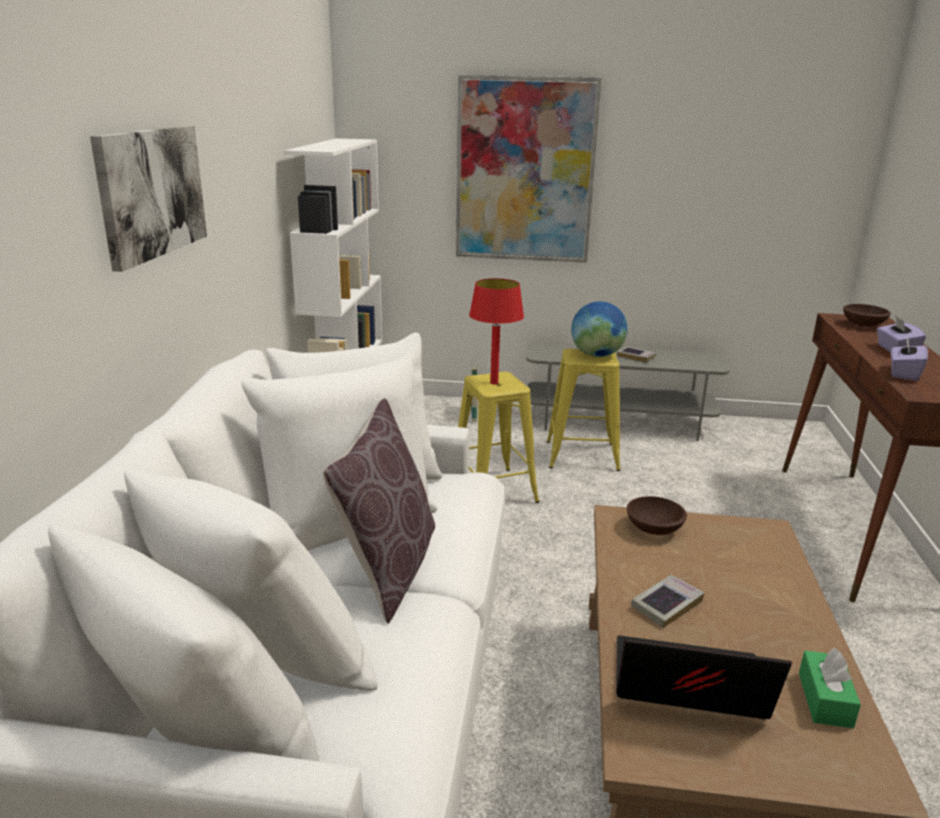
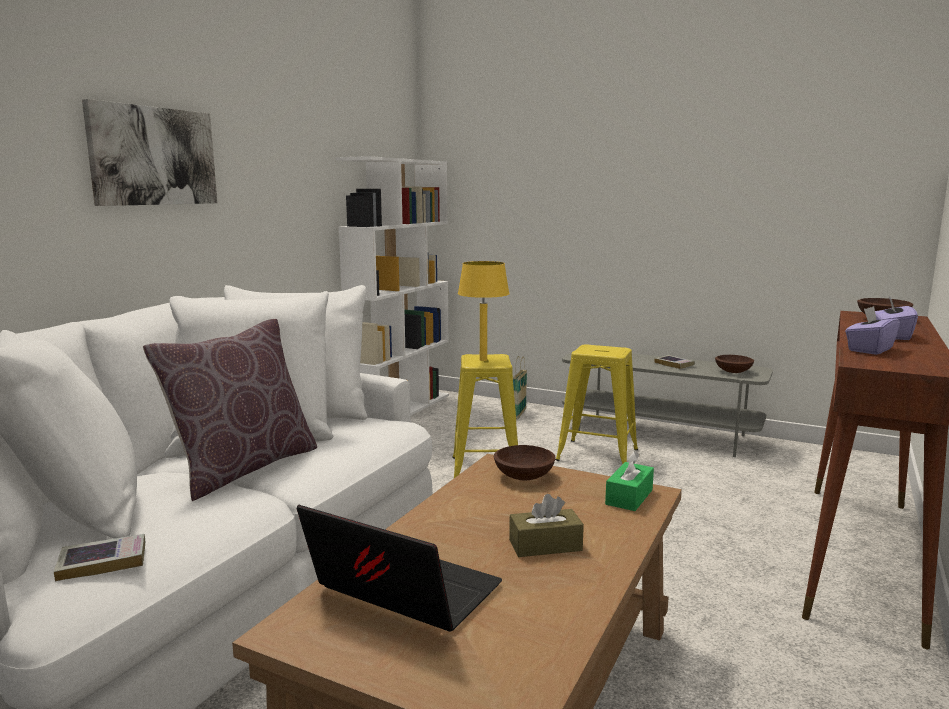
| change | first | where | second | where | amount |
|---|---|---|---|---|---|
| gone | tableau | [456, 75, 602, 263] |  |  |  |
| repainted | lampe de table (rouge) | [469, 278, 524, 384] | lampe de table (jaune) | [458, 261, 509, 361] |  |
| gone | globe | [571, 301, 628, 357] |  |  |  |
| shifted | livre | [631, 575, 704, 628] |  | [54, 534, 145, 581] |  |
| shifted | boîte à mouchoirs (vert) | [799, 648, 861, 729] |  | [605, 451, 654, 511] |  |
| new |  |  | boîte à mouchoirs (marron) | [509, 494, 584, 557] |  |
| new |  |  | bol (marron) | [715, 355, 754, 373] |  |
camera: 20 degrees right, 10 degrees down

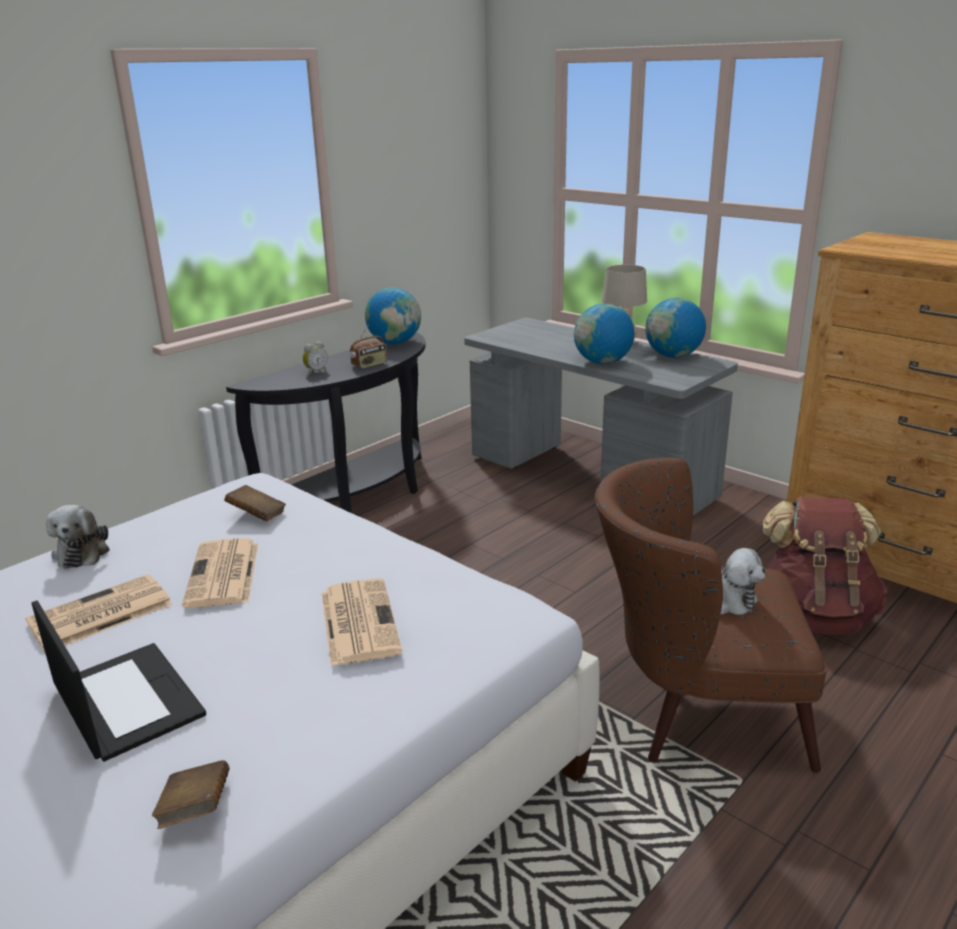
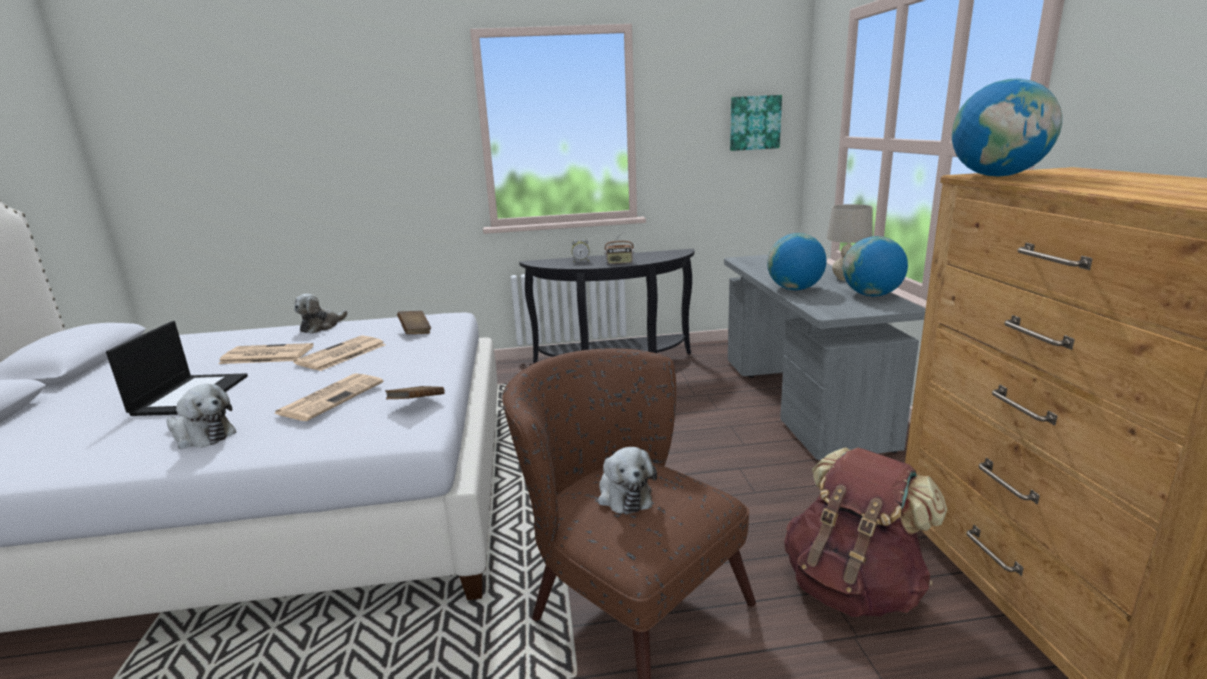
| change | first | where | second | where | amount |
|---|---|---|---|---|---|
| shifted | livre (marron) | [152, 760, 230, 829] |  | [385, 386, 445, 399] |  |
| shifted | globe | [365, 287, 421, 344] |  | [952, 78, 1062, 176] |  |
| new |  |  | peluche | [166, 384, 237, 449] |  |
| new |  |  | tableau | [730, 95, 782, 151] |  |
camera: 40 degrees right, 5 degrees down

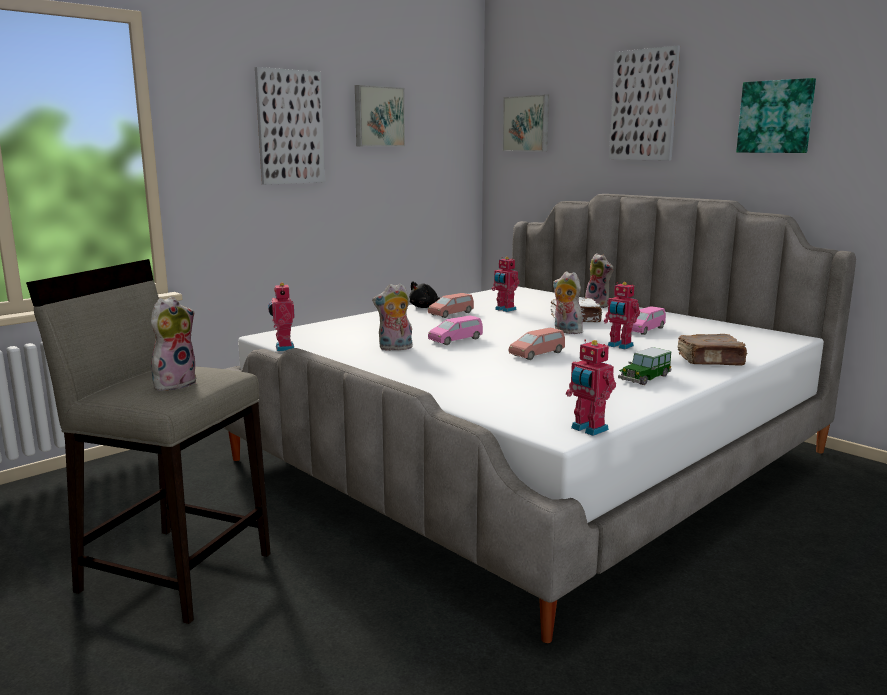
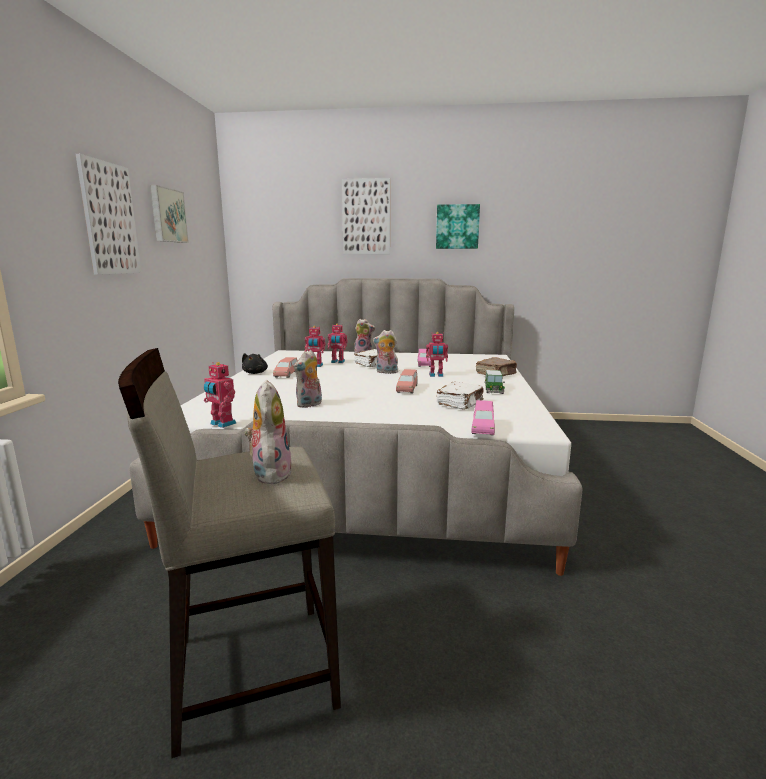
| change | first | where | second | where | amount |
|---|---|---|---|---|---|
| shifted | petite voiture (rose) | [428, 316, 483, 345] |  | [471, 400, 495, 436] |  |
| gone | tableau | [502, 95, 549, 152] |  |  |  |
| shifted | robot jouet | [566, 339, 616, 436] |  | [328, 323, 348, 363] |  |
| new |  |  | livre (blanc) | [436, 381, 483, 410] |  |
camera: 40 degrees left, 0 degrees up

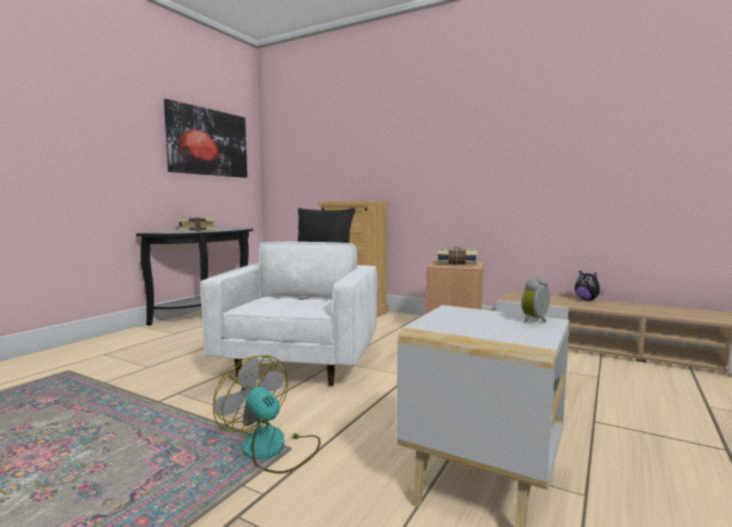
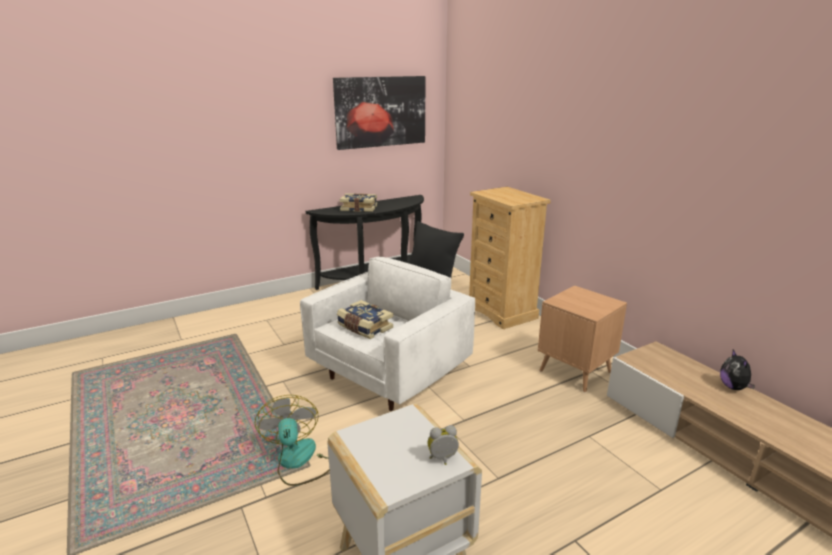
| change | first | where | second | where | amount |
|---|---|---|---|---|---|
| shifted | livre | [437, 247, 477, 265] |  | [337, 300, 393, 339] |  |
camera: 30 degrees right, 15 degrees up

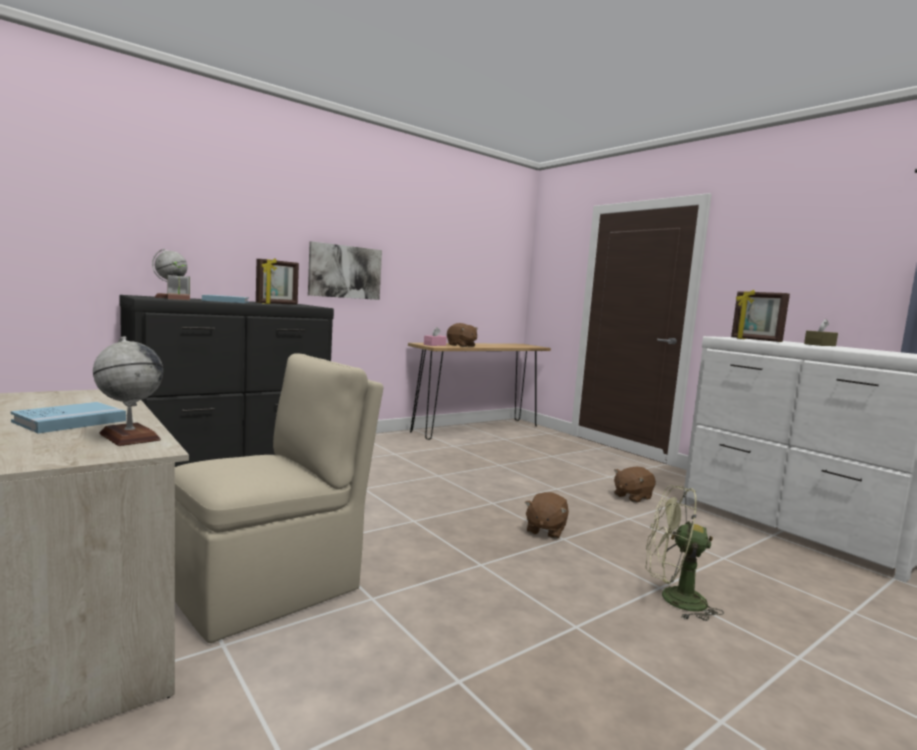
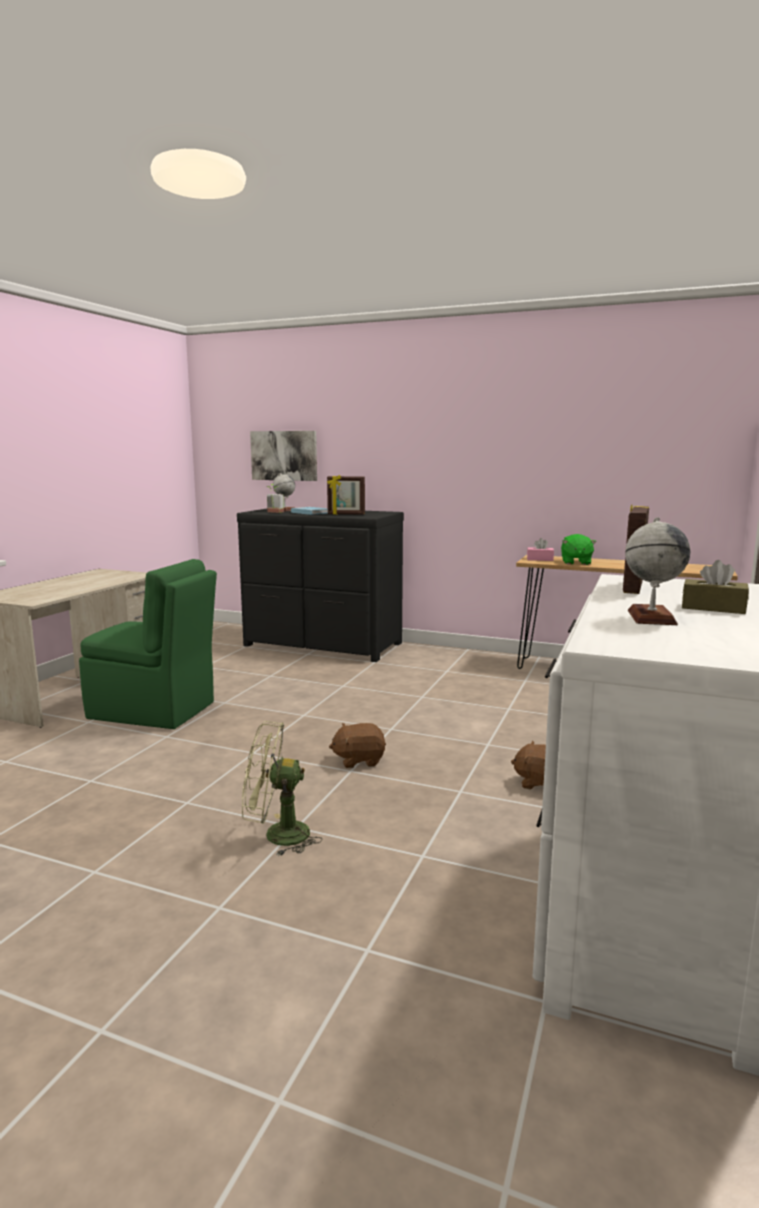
| change | first | where | second | where | amount |
|---|---|---|---|---|---|
| gone | livre (bleu) | [11, 402, 126, 434] |  |  |  |
| shifted | globe | [93, 336, 163, 446] |  | [625, 517, 690, 625] |  |
| repainted | chaise (beige) | [175, 353, 383, 643] | chaise (vert) | [79, 559, 217, 729] |  |
| shifted | tableau | [308, 241, 382, 300] |  | [250, 431, 317, 481] |  |
| repainted | peluche (marron) | [447, 323, 478, 347] | peluche (vert) | [561, 534, 596, 565] |  |
| rotated | ventilateur (vert) | [645, 485, 724, 621] |  | [242, 721, 322, 856] | 75 degrees counterclockwise |
camera: 60 degrees right, 5 degrees up

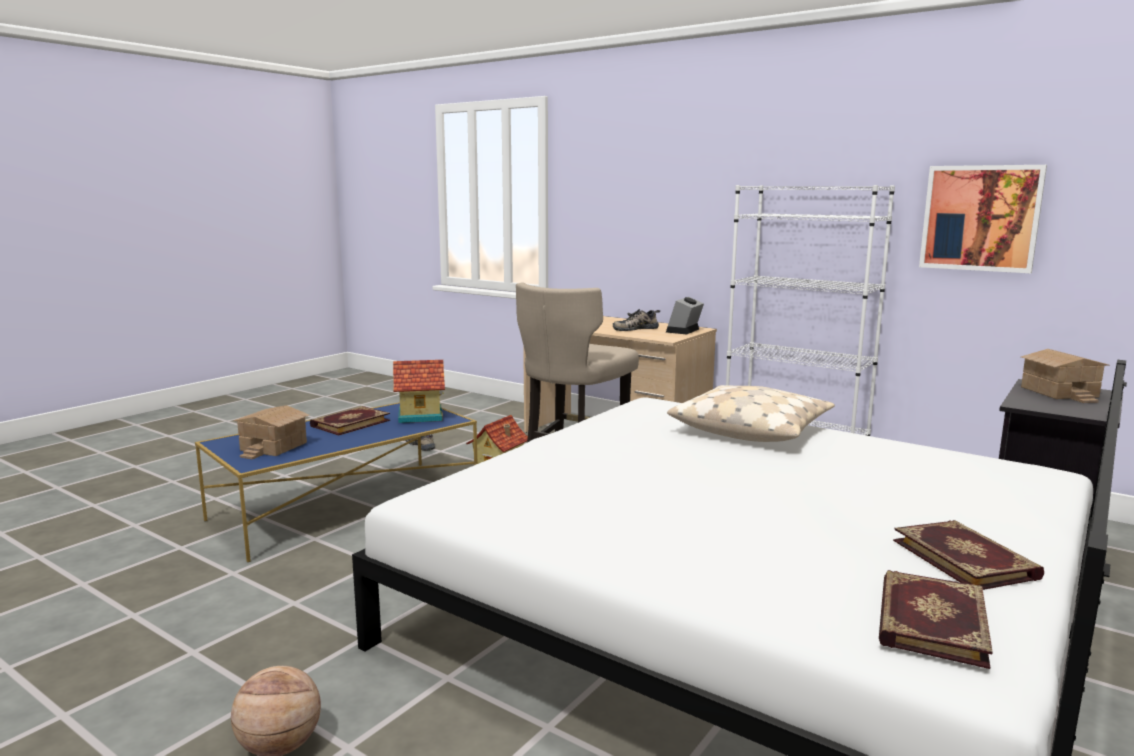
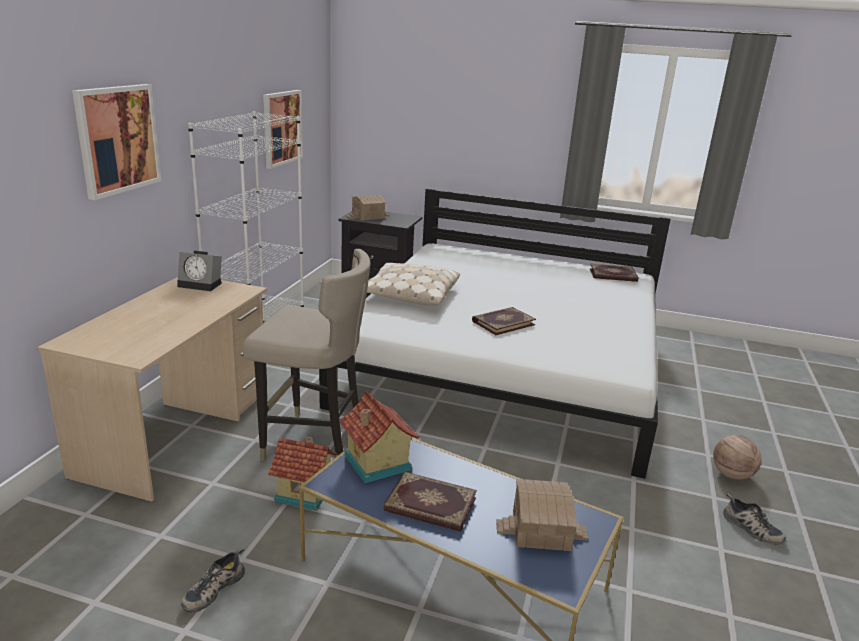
| change | first | where | second | where | amount |
|---|---|---|---|---|---|
| shifted | chaussure | [613, 309, 660, 331] |  | [723, 494, 786, 545] |  |
| shifted | livre | [893, 520, 1044, 590] |  | [472, 307, 536, 335] |  |
| new |  |  | tableau | [72, 84, 161, 200] |  |
camera: 110 degrees left, 10 degrees up

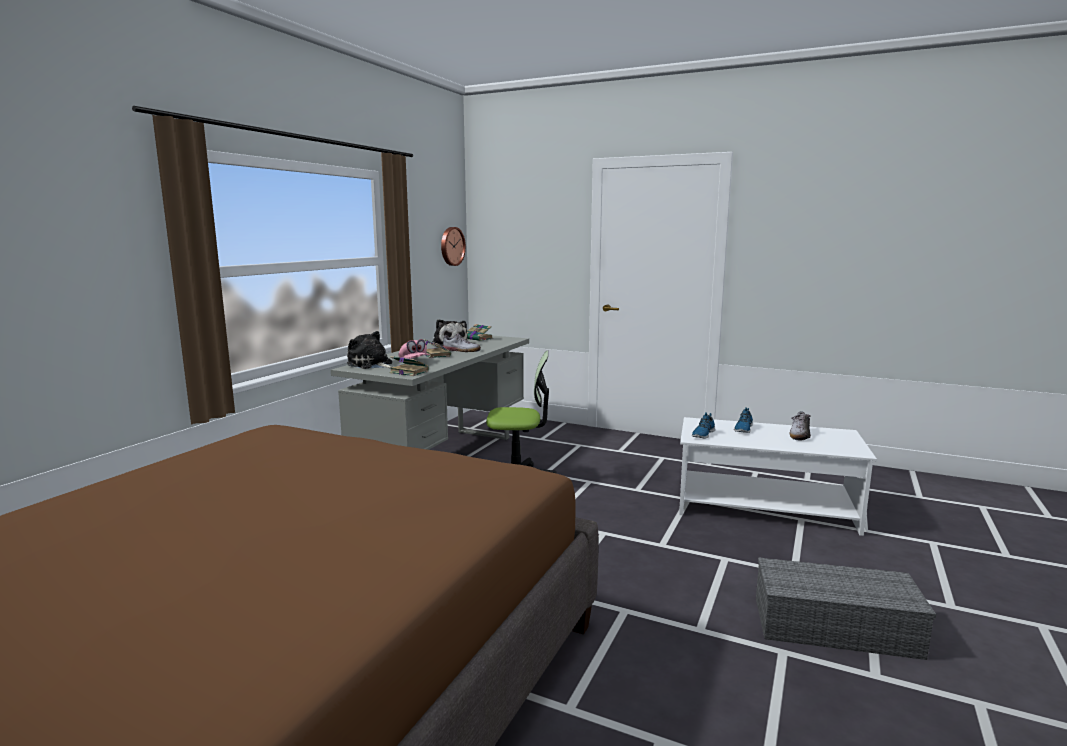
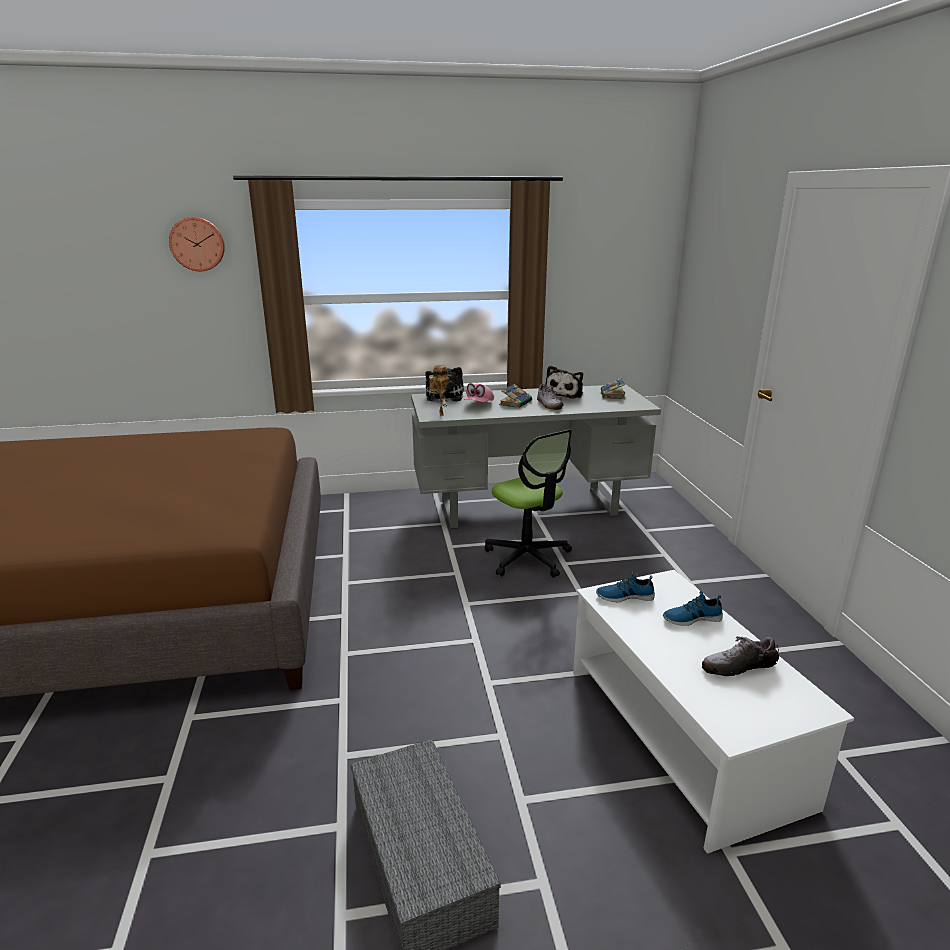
| change | first | where | second | where | amount |
|---|---|---|---|---|---|
| swapped | livre | [390, 356, 429, 376] | robot jouet | [429, 365, 450, 416] |  |
| shifted | horloge murale | [441, 227, 466, 266] |  | [169, 217, 225, 271] |  |
camera: 55 degrees right, 10 degrees up

